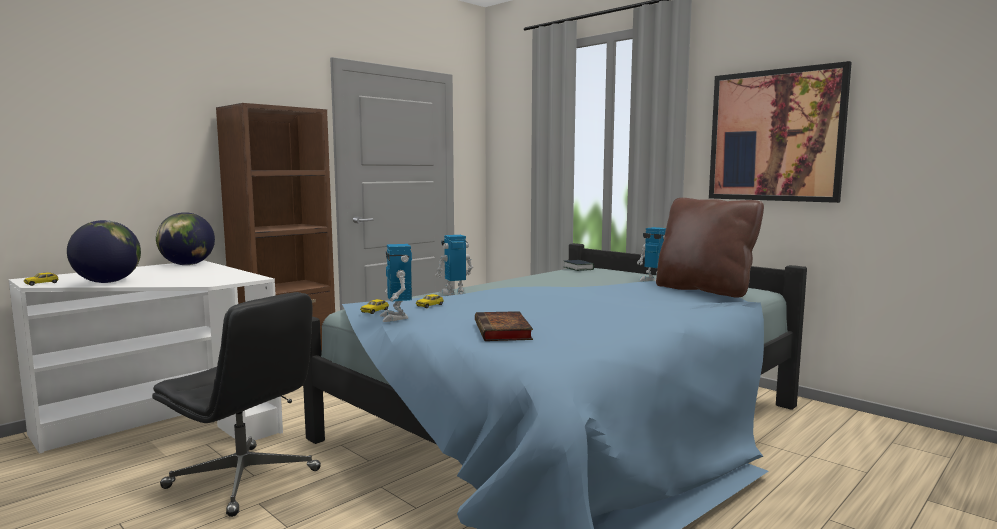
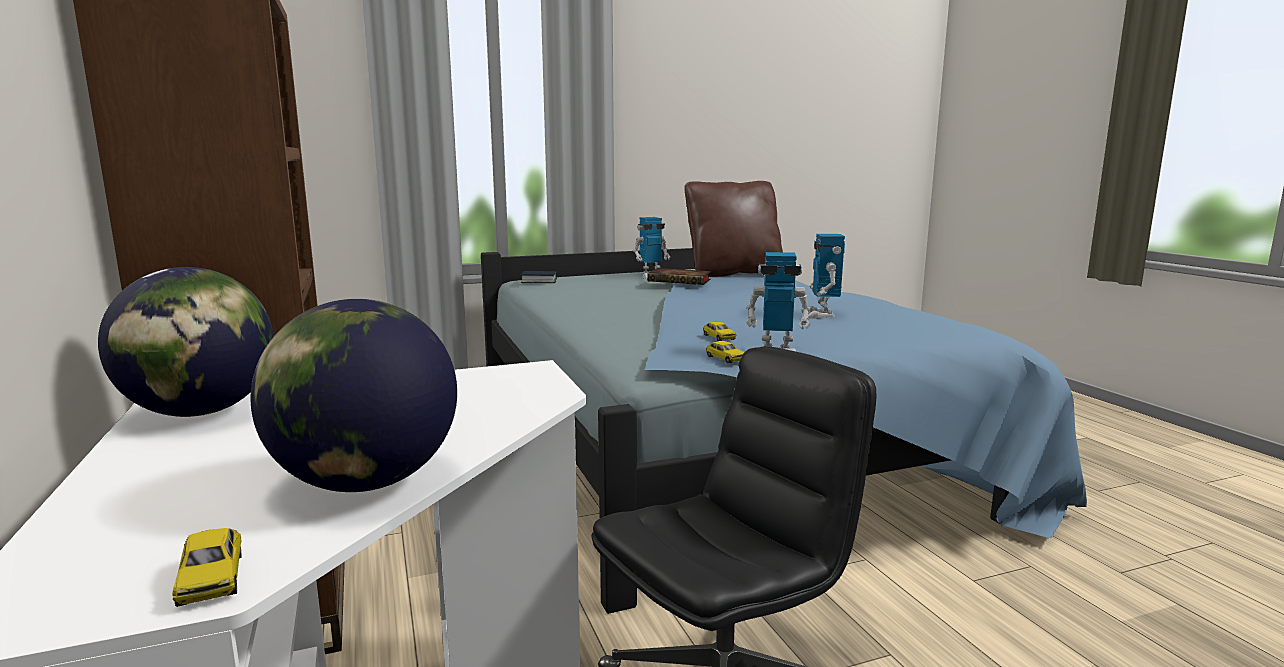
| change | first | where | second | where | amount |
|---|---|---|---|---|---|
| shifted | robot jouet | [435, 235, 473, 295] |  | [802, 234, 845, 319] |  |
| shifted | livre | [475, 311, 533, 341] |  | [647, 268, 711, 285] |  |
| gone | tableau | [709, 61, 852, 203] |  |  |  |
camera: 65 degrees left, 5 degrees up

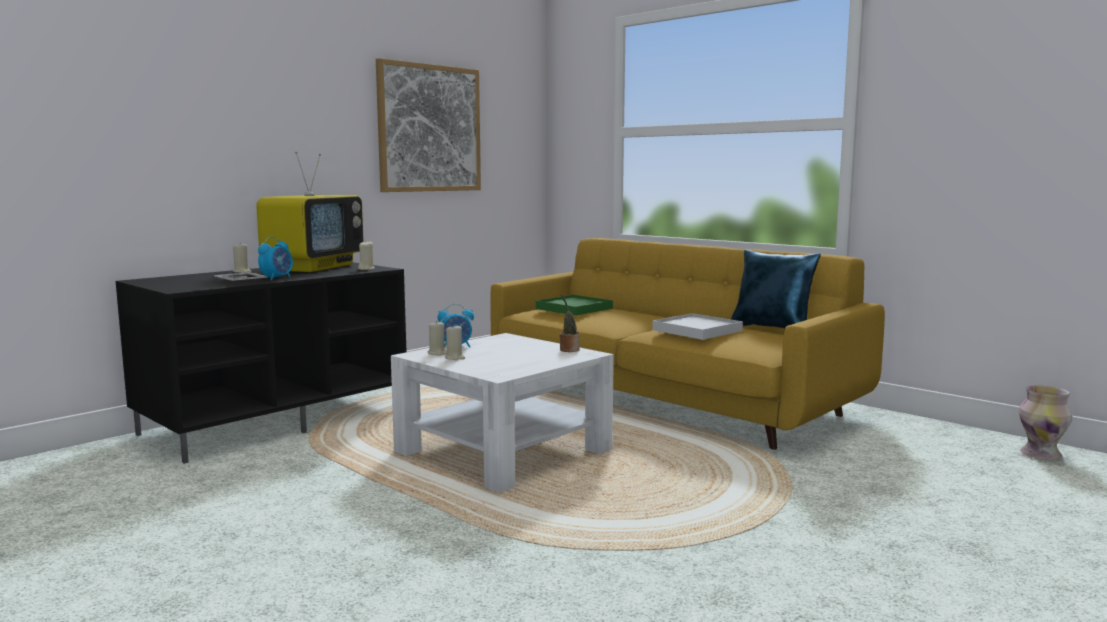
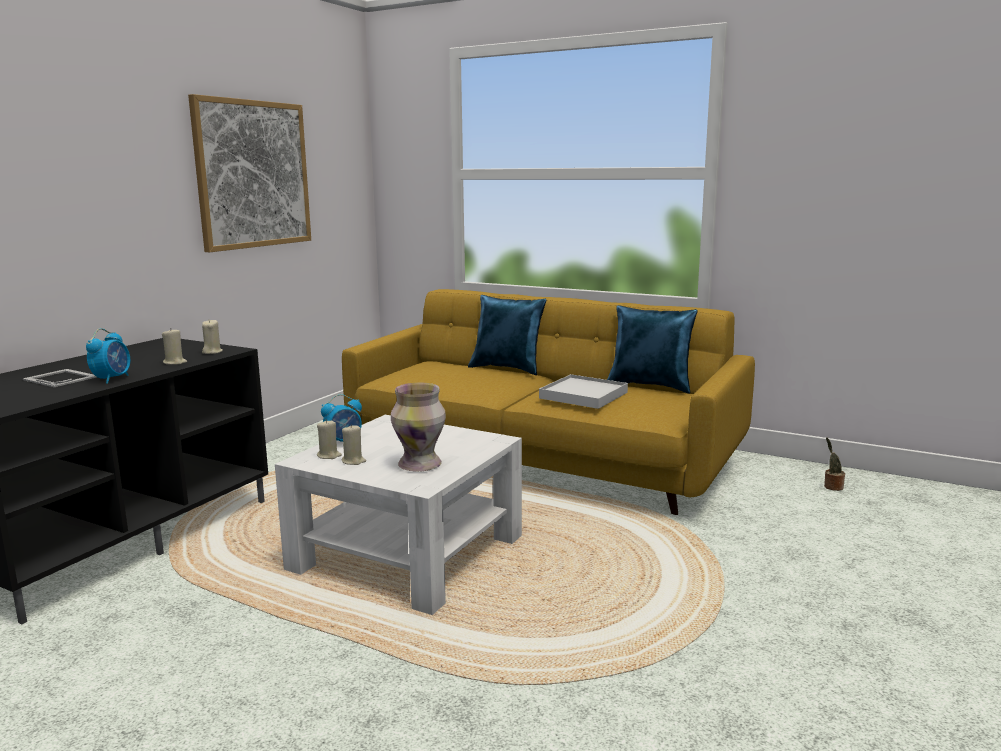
| change | first | where | second | where | amount |
|---|---|---|---|---|---|
| shifted | bougie (beige) | [233, 244, 252, 273] |  | [162, 328, 187, 365] |  |
| gone | téléviseur | [256, 152, 364, 272] |  |  |  |
| gone | plateau (vert) | [536, 295, 613, 316] |  |  |  |
| shifted | plante en pot | [560, 294, 580, 352] |  | [824, 438, 845, 491] |  |
| shifted | vase | [1019, 385, 1073, 460] |  | [391, 383, 446, 472] |  |
| new |  |  | coussin (bleu) | [468, 295, 547, 375] |  |
camera: 15 degrees left, 5 degrees up

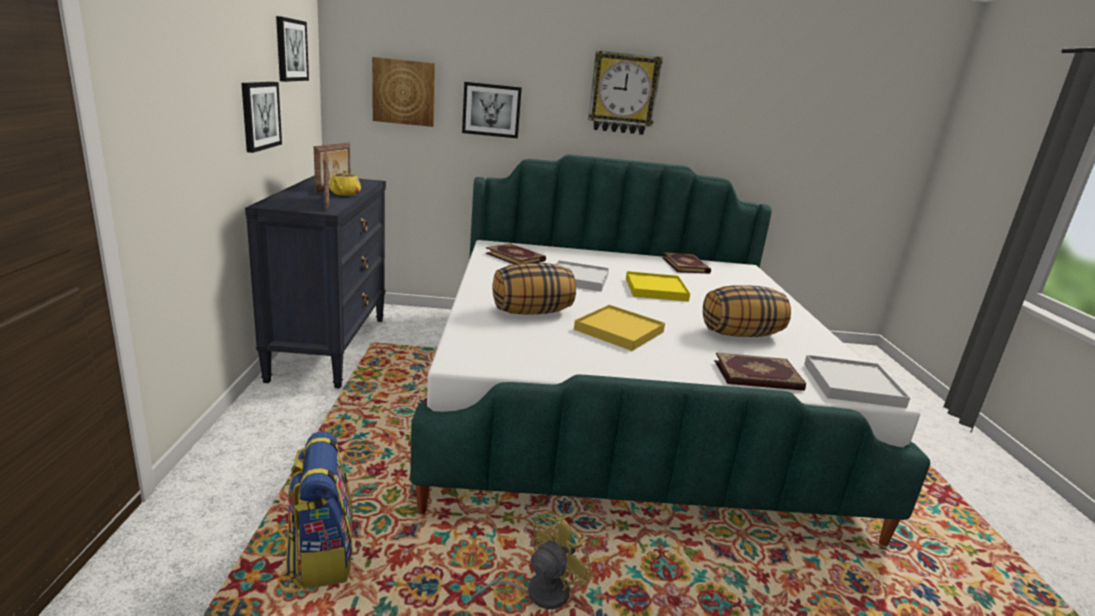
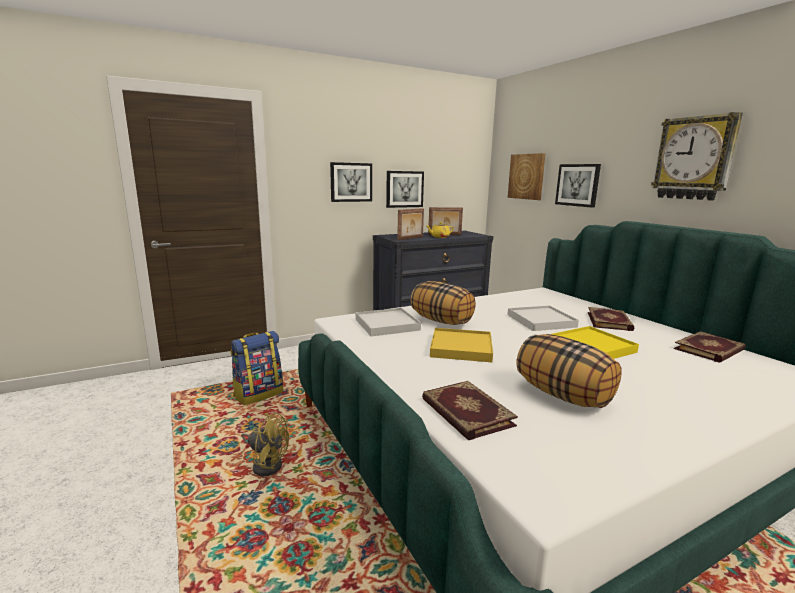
| change | first | where | second | where | amount |
|---|---|---|---|---|---|
| shifted | tableau | [276, 16, 309, 82] |  | [330, 162, 372, 202] |  |
| shifted | livre | [485, 243, 546, 264] |  | [588, 307, 634, 331] |  |
| shifted | plateau (blanc) | [804, 355, 910, 408] |  | [355, 308, 421, 336] |  |
camera: 65 degrees right, 5 degrees down

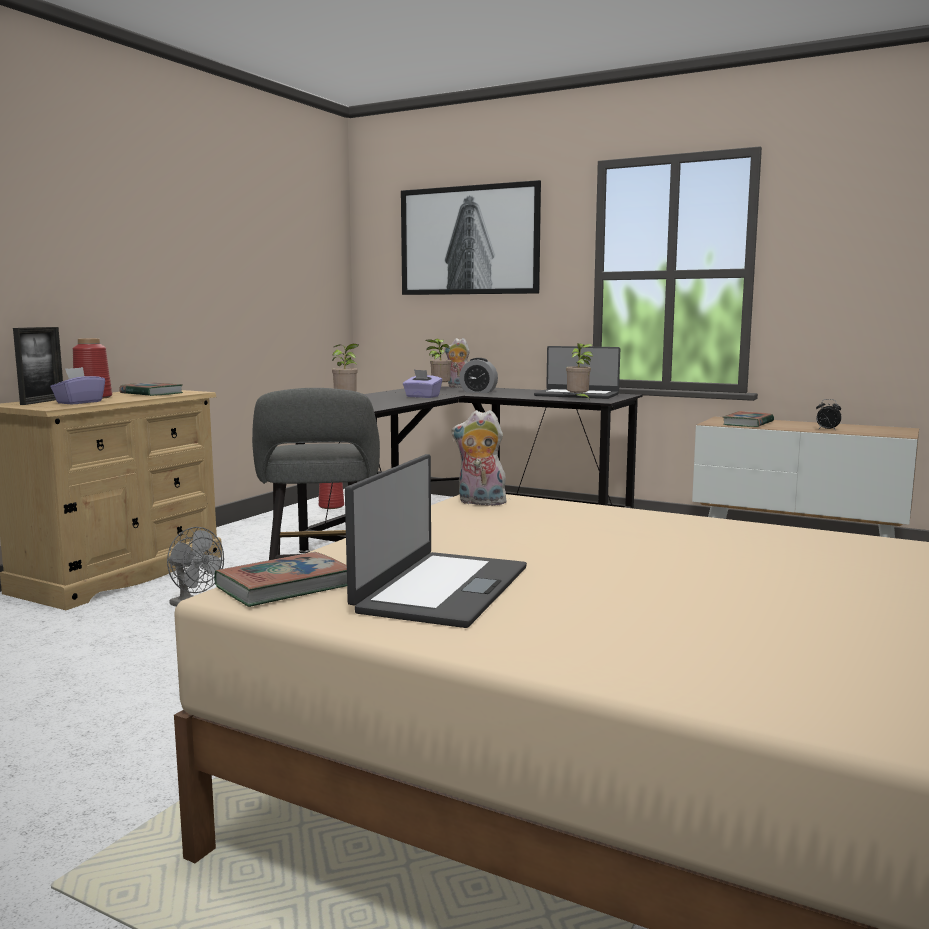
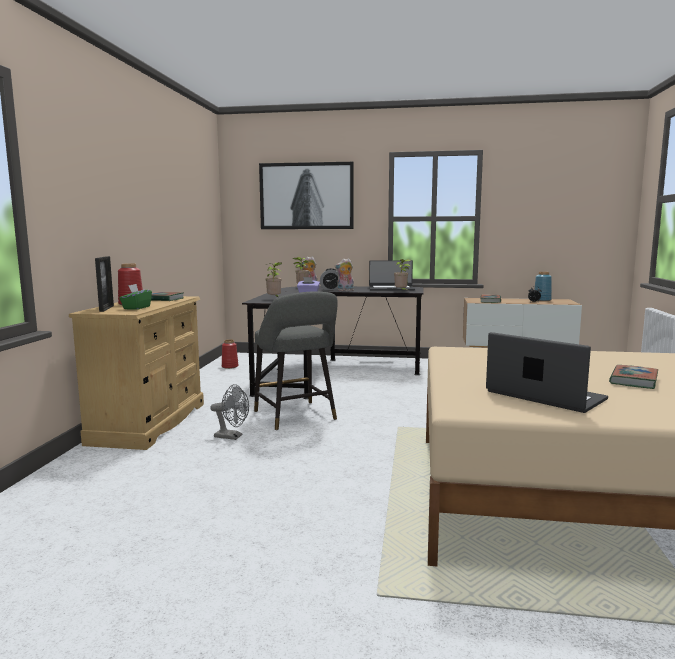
| change | first | where | second | where | amount |
|---|---|---|---|---|---|
| repainted | boîte à mouchoirs (violet) | [51, 367, 105, 404] | boîte à mouchoirs (vert) | [119, 284, 152, 310] |  |
| shifted | livre | [214, 552, 347, 607] |  | [609, 365, 658, 389] |  |
| rotated | ordinateur portable | [345, 454, 527, 628] |  | [486, 332, 608, 413] | 45 degrees counterclockwise |
| shifted | peluche | [452, 410, 507, 506] |  | [335, 258, 354, 291] |  |
| new |  |  | vase (bleu) | [534, 272, 552, 301] |  |
camera: 20 degrees left, 0 degrees up

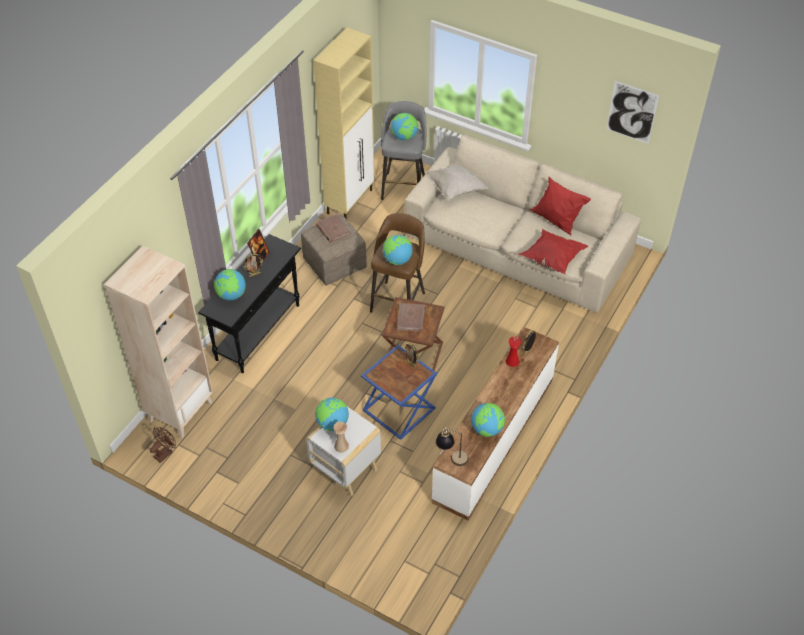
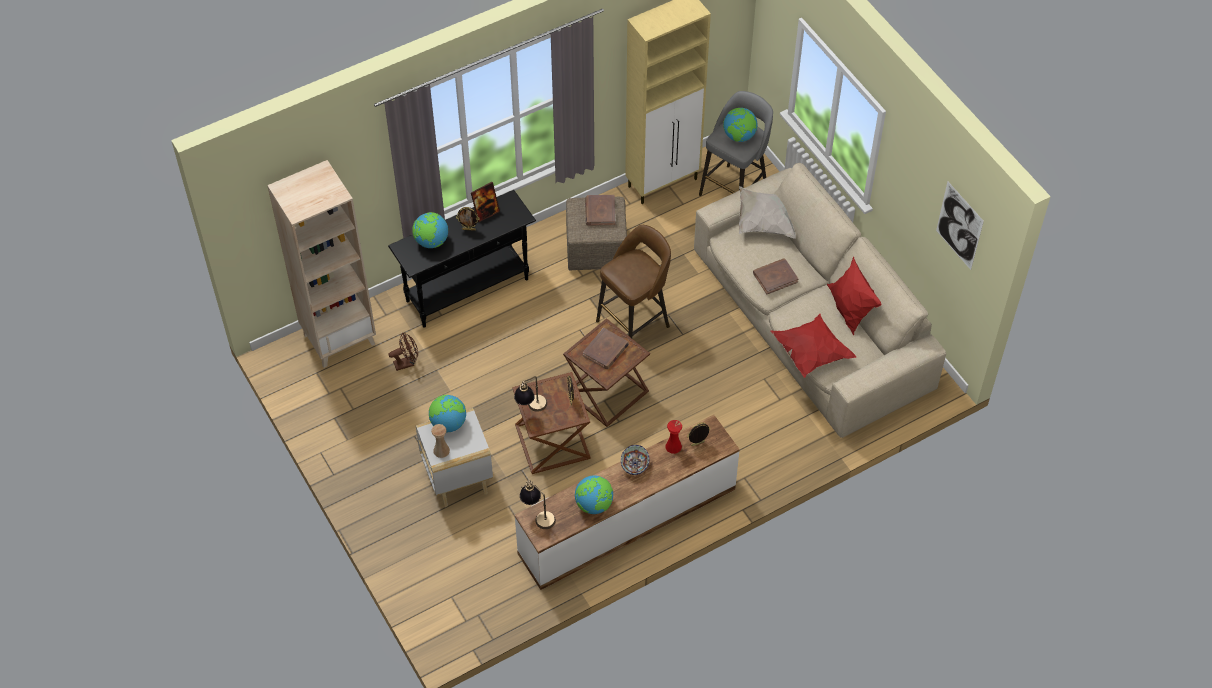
| change | first | where | second | where | amount |
|---|---|---|---|---|---|
| shifted | ventilateur (marron) | [150, 427, 176, 463] |  | [388, 333, 418, 371] |  |
| repainted | table d'appoint (bleu) | [361, 345, 437, 440] | table d'appoint (marron) | [512, 372, 591, 474] |  |
| gone | globe | [383, 235, 413, 265] |  |  |  |
| new |  |  | lampe de table | [514, 376, 547, 412] |  |
| new |  |  | bol | [621, 445, 650, 475] |  |
| new |  |  | livre (marron) | [753, 258, 799, 294] |  |
camera: 30 degrees right, 5 degrees up

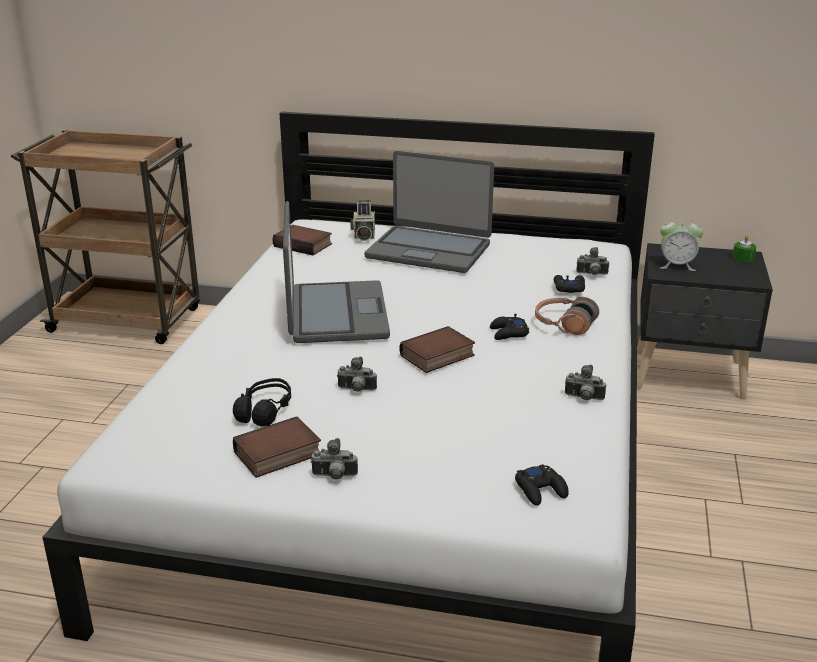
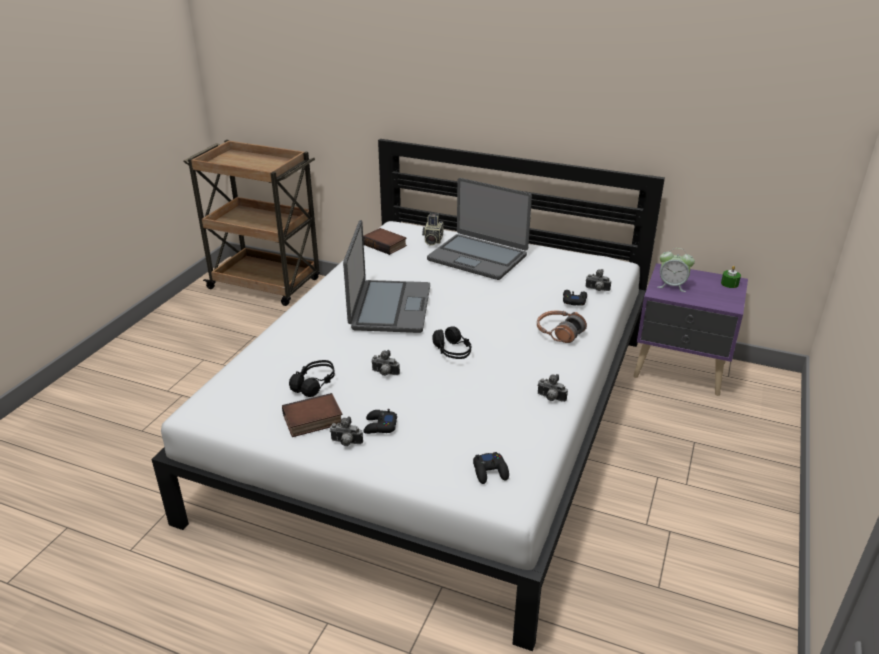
| change | first | where | second | where | amount |
|---|---|---|---|---|---|
| swapped | livre | [400, 326, 475, 373] | casque audio (noir) | [432, 326, 471, 359] |  |
| shifted | manette (noir) | [490, 314, 529, 340] |  | [363, 409, 397, 434] |  |
| repainted | table de chevet (noir) | [637, 243, 773, 399] | table de chevet (violet) | [633, 263, 748, 396] |  |
camera: 10 degrees right, 5 degrees up

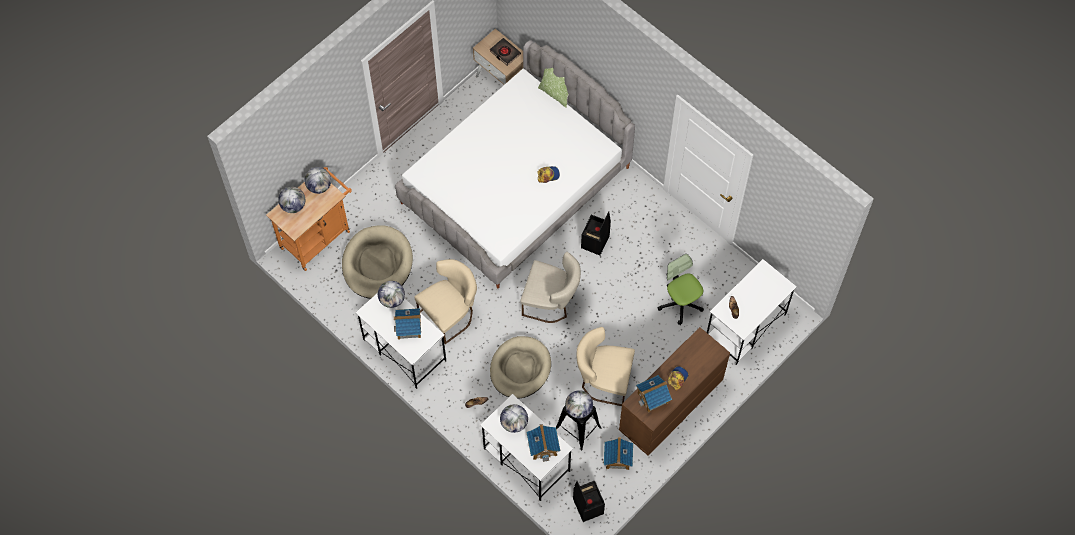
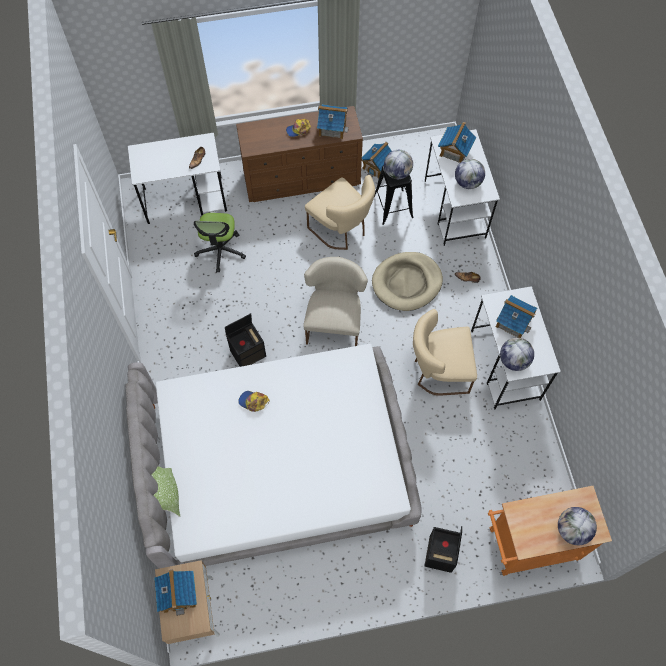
| change | first | where | second | where | amount |
|---|---|---|---|---|---|
| gone | globe | [304, 167, 331, 194] |  |  |  |
| gone | panier pour chien (beige) | [342, 225, 413, 299] |  |  |  |
| swapped | livre (noir) | [490, 38, 521, 66] | maison miniature | [154, 569, 197, 616] |  |
| rotated | chaise (beige) | [520, 252, 581, 323] |  | [303, 256, 368, 346] | 45 degrees clockwise |
| shifted | boîte de rangement (noir) | [573, 481, 605, 522] |  | [424, 526, 462, 573] |  |
camera: 145 degrees left, 0 degrees up

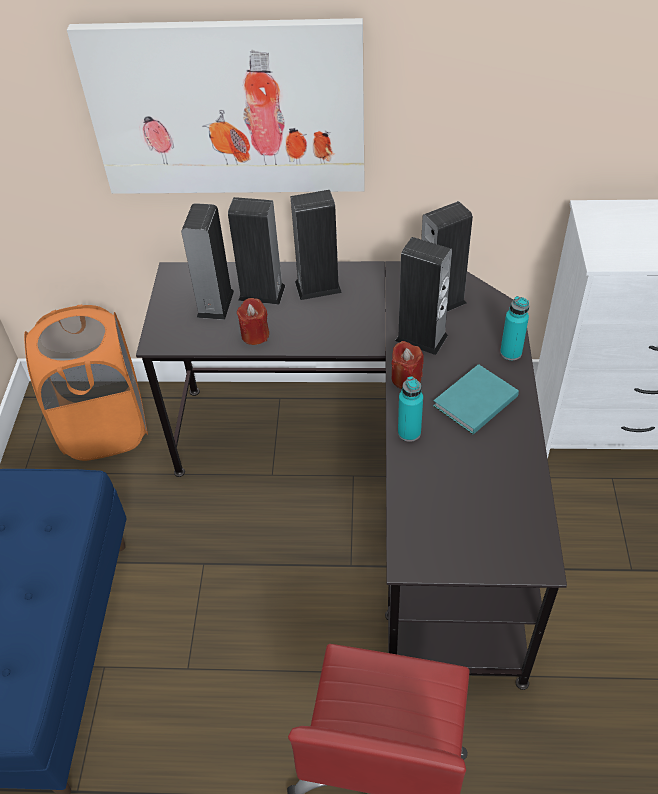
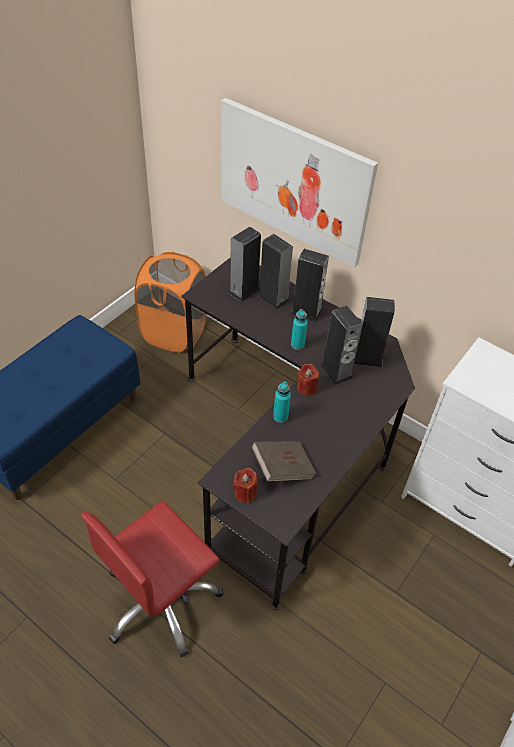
| change | first | where | second | where | amount |
|---|---|---|---|---|---|
| shifted | bougie (rouge) | [237, 298, 269, 345] |  | [233, 468, 257, 503] |  |
| gone | livre (turquoise) | [433, 364, 519, 434] |  |  |  |
| shifted | bouteille (turquoise) | [500, 296, 529, 360] |  | [291, 309, 308, 350] |  |
| new |  |  | livre (marron) | [251, 441, 316, 482] |  |
camera: 30 degrees right, 0 degrees up

